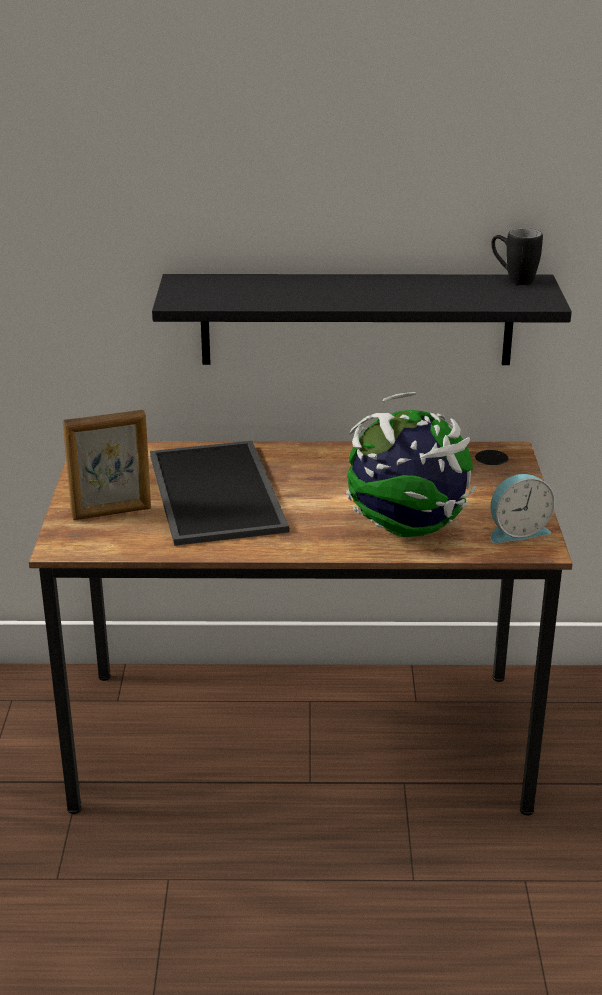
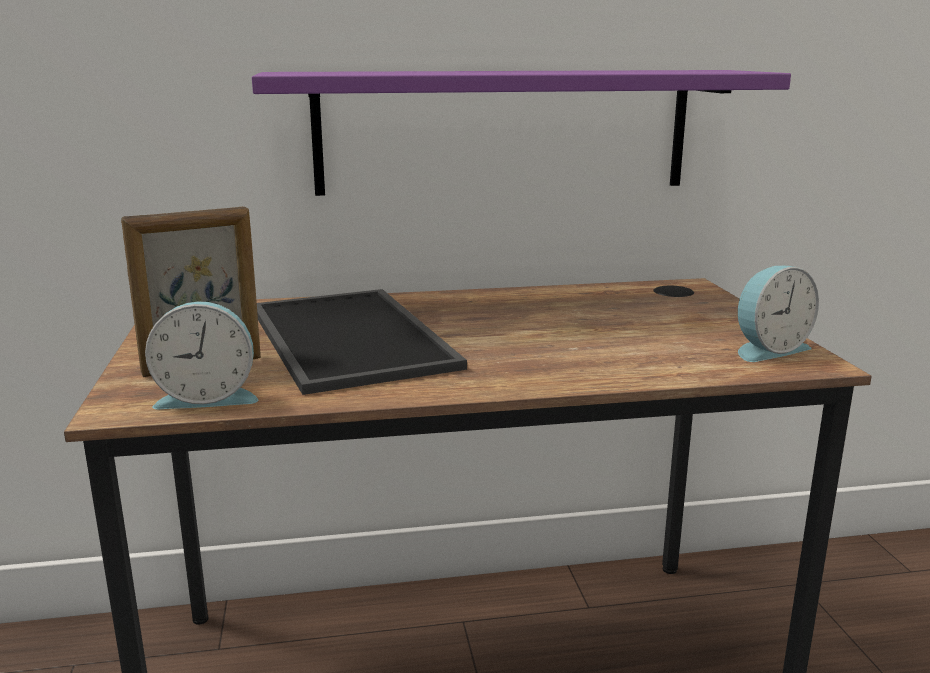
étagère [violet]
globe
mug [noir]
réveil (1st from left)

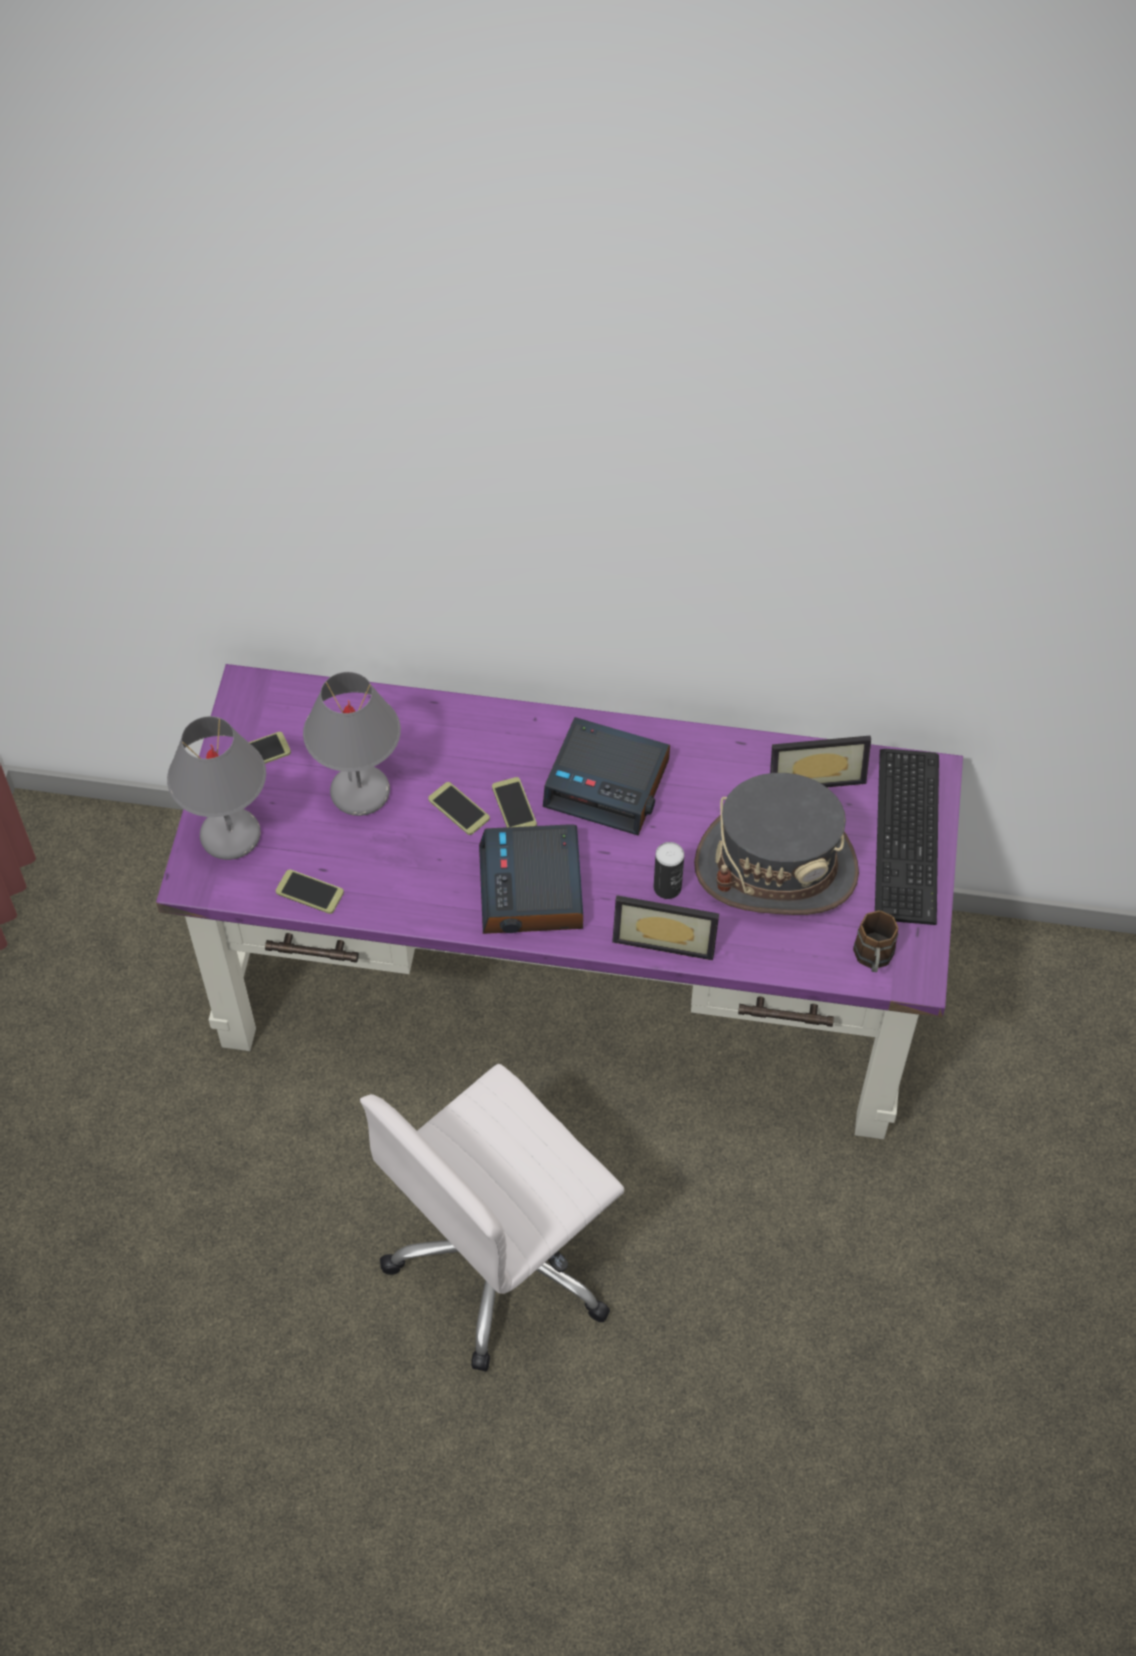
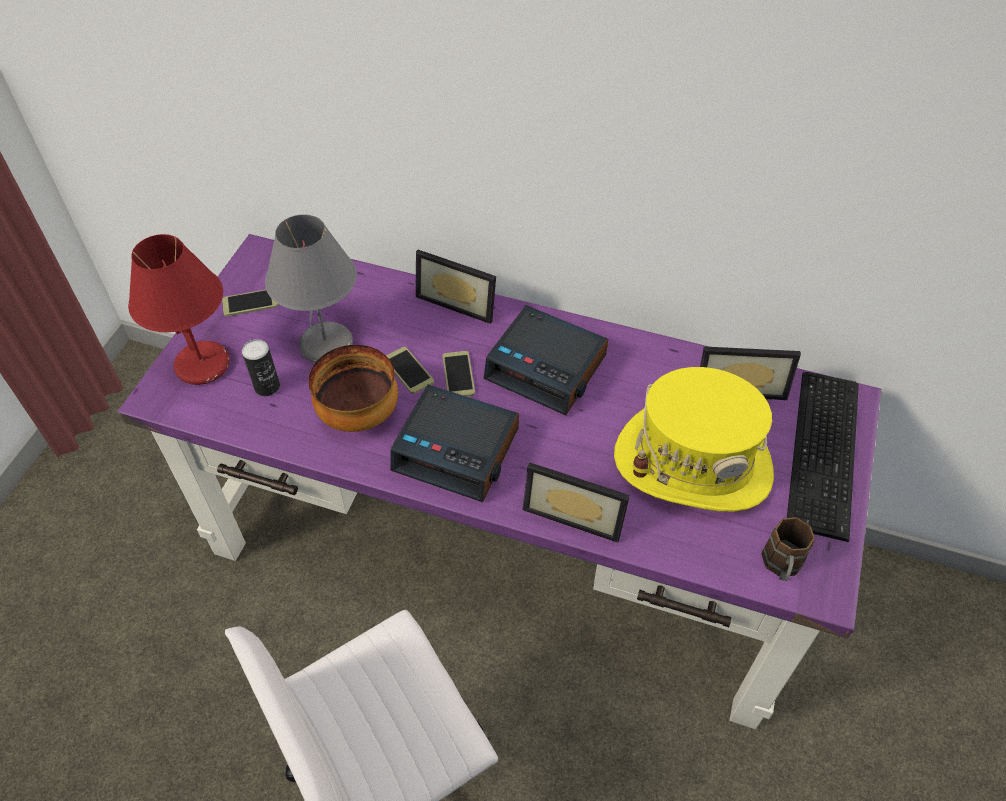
lampe de table [rouge]
téléphone (2nd from left in the first image)
réveil (1st from left)
boîte métallique
chapeau [jaune]
bol
cadre photo (1st from left)

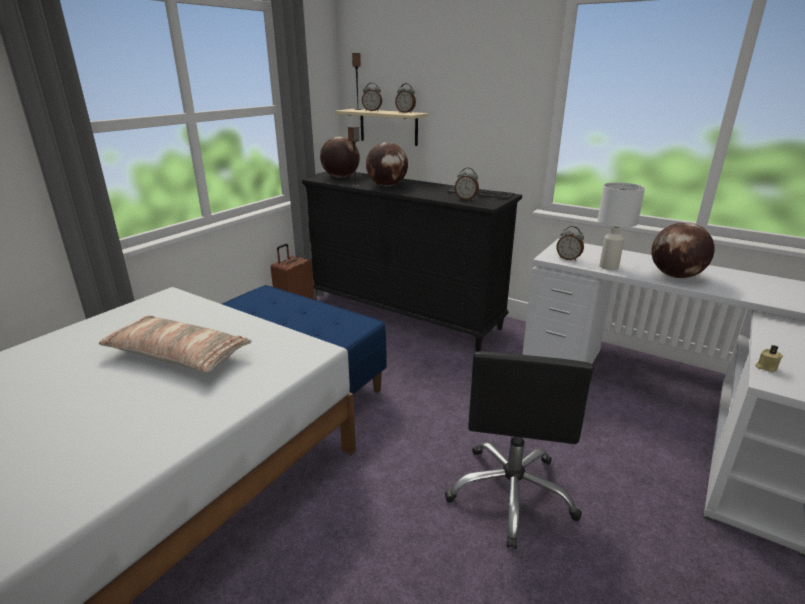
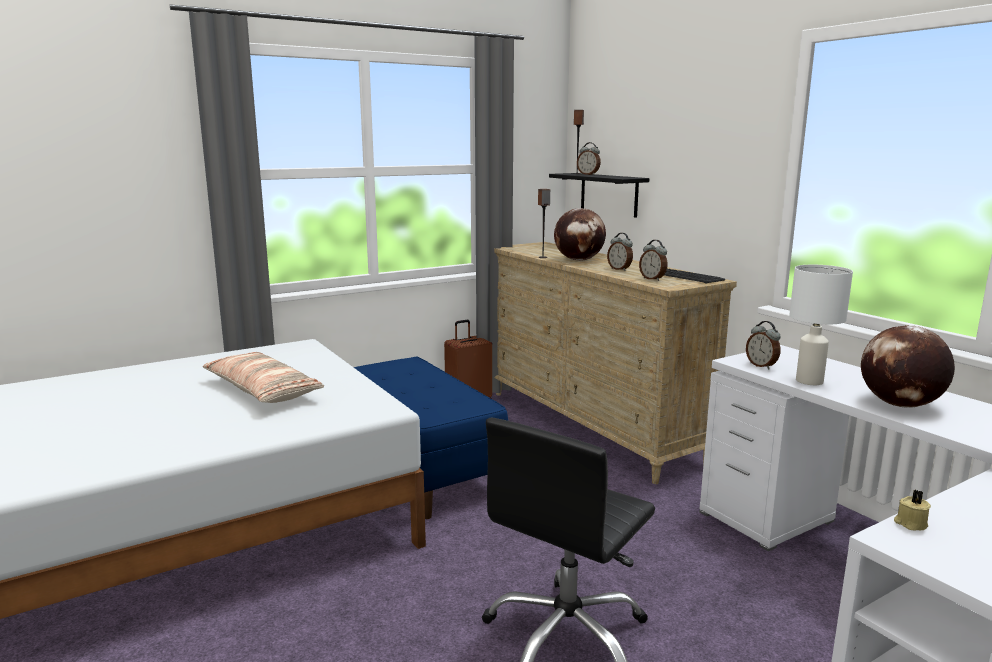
commode [beige]
globe (1st from left in the first image)
étagère [noir]
réveil (2nd from left)

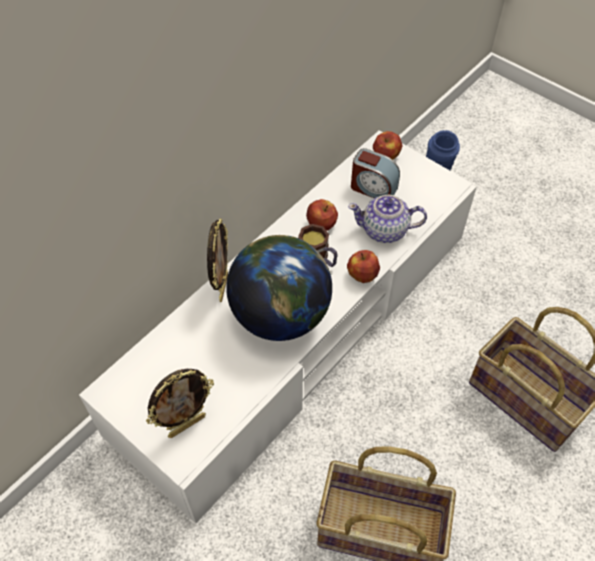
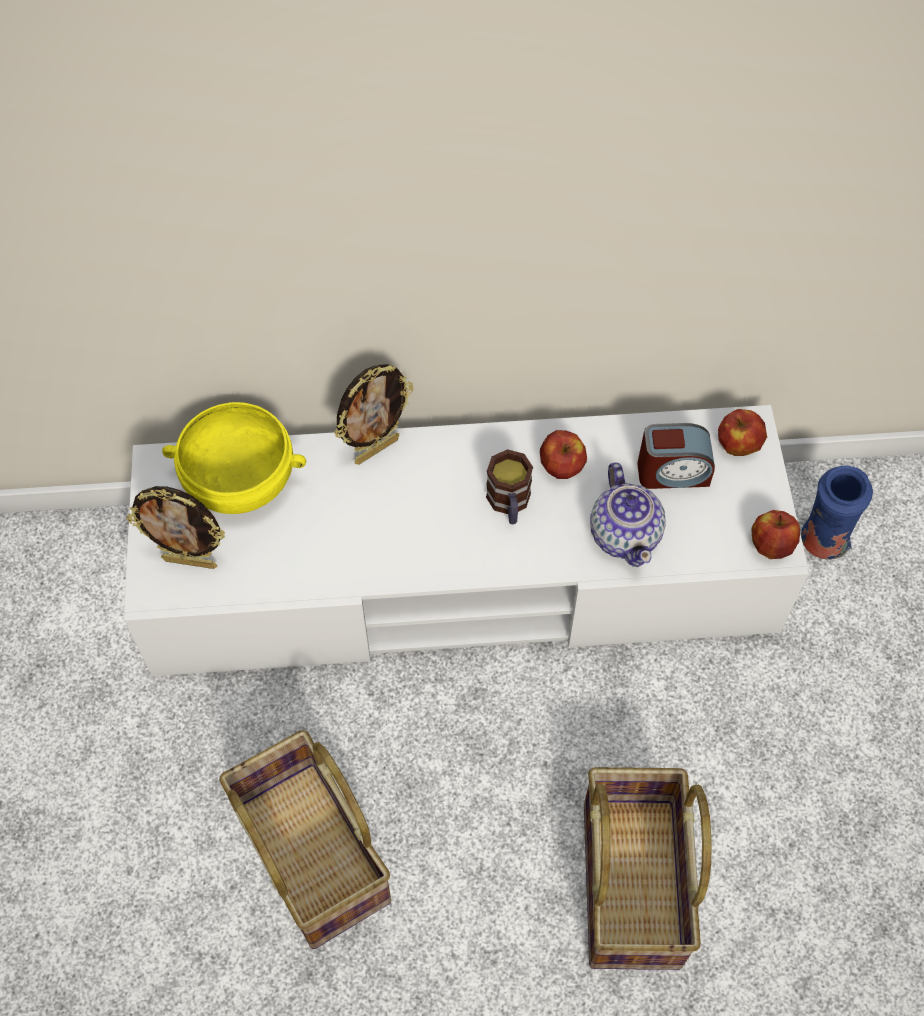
globe
pomme (3rd from left)
théière
réveil
bol [jaune]

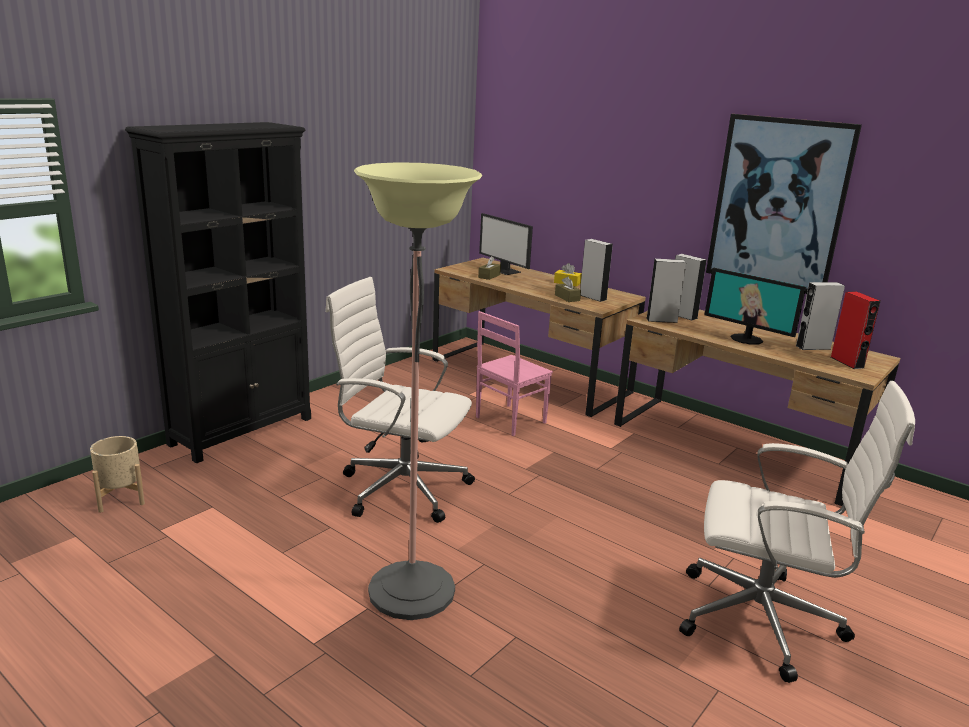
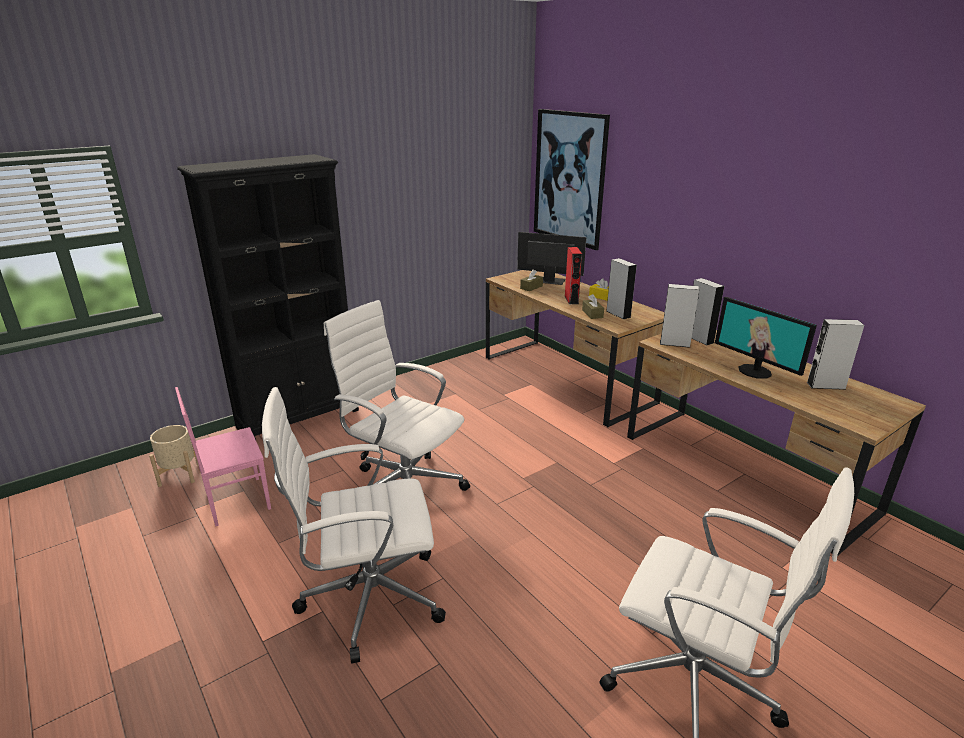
chaise de bureau [blanc] (1st from left)
chaise [rose]
écran d'ordinateur (1st from left)
tableau
enceinte [rouge]

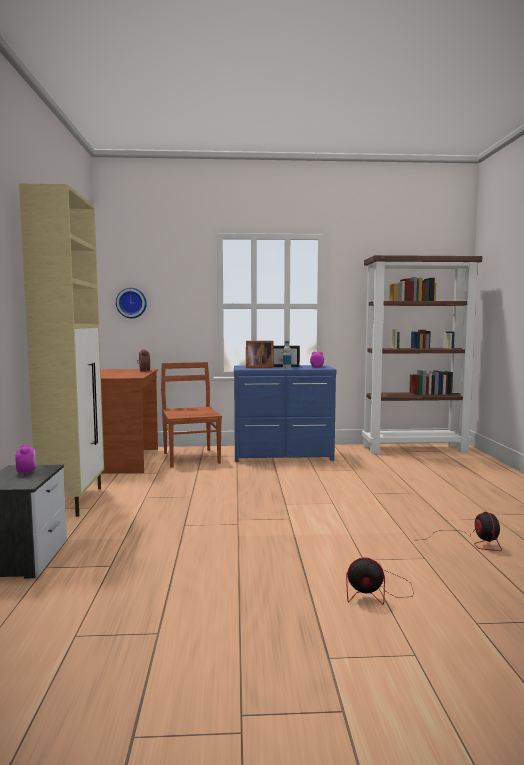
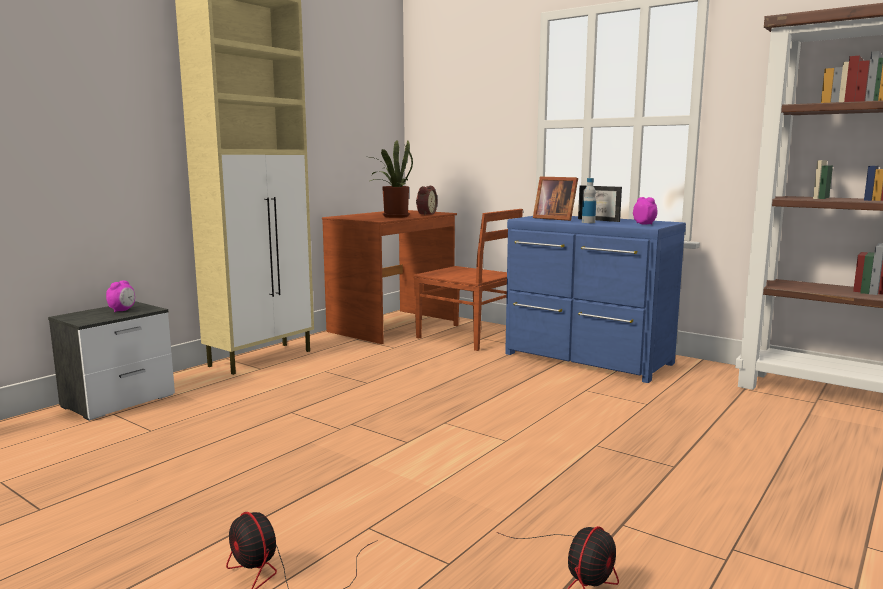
horloge murale
chaise [marron]
plante en pot

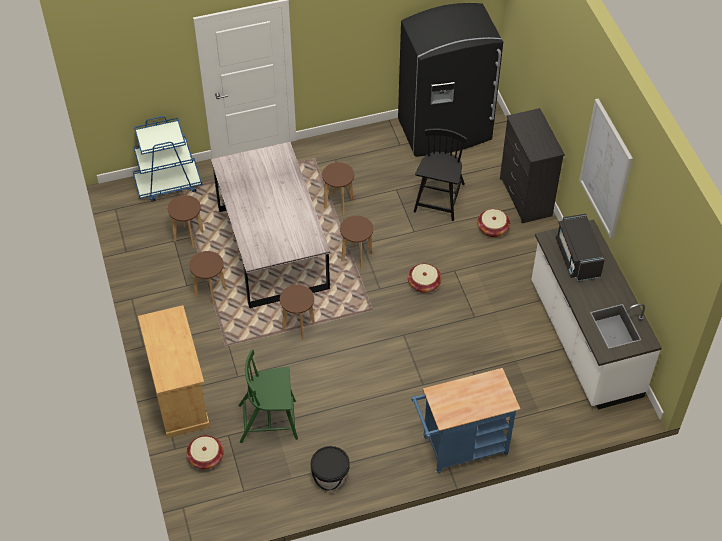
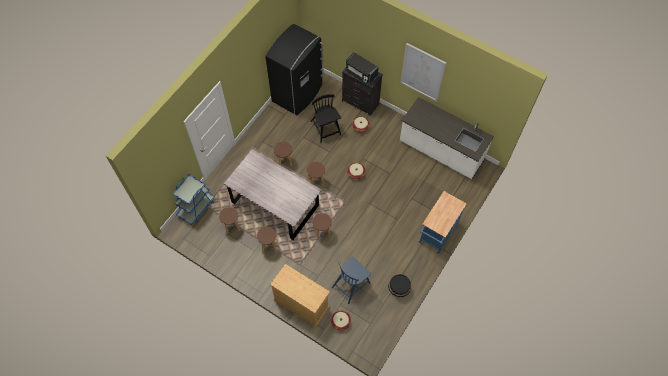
chaise [bleu]
micro-ondes [noir]

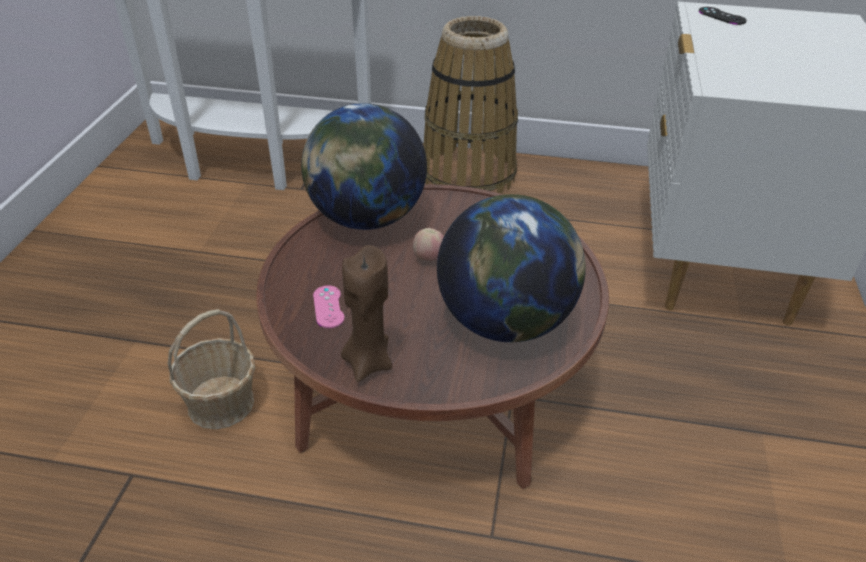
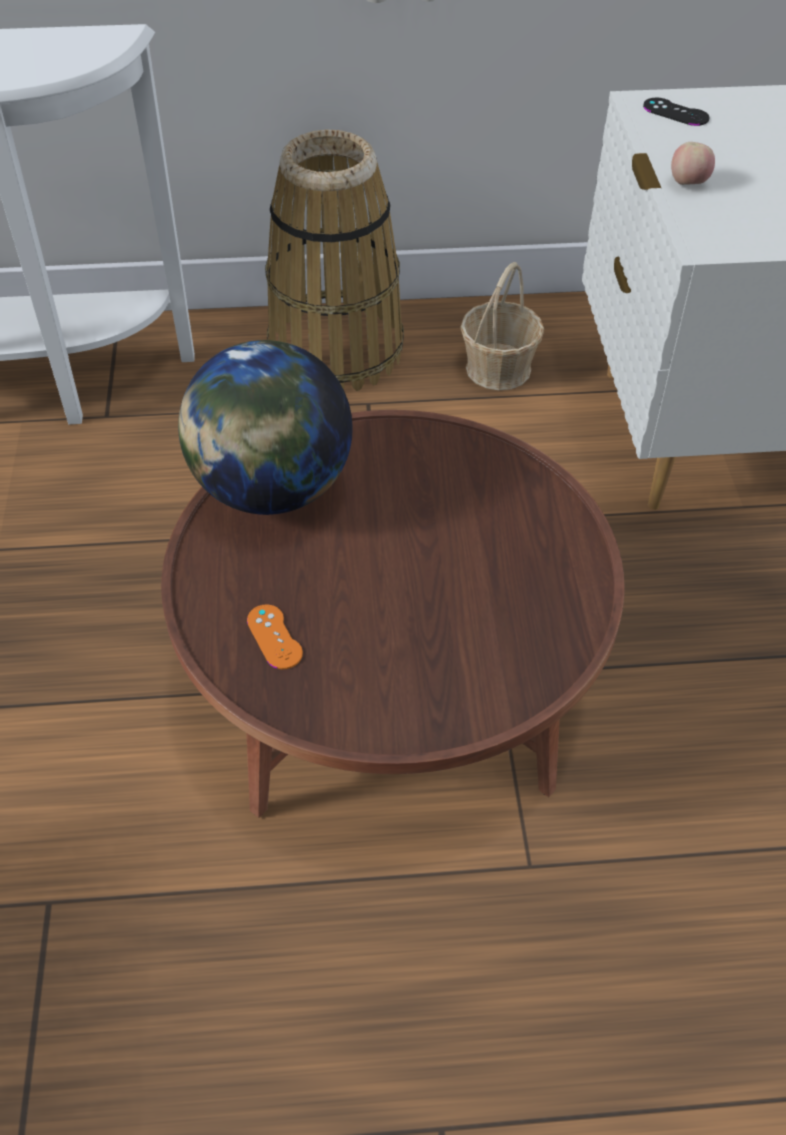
panier (2nd from left)
manette [orange]
bougie [marron]
pomme
globe (2nd from left in the first image)

